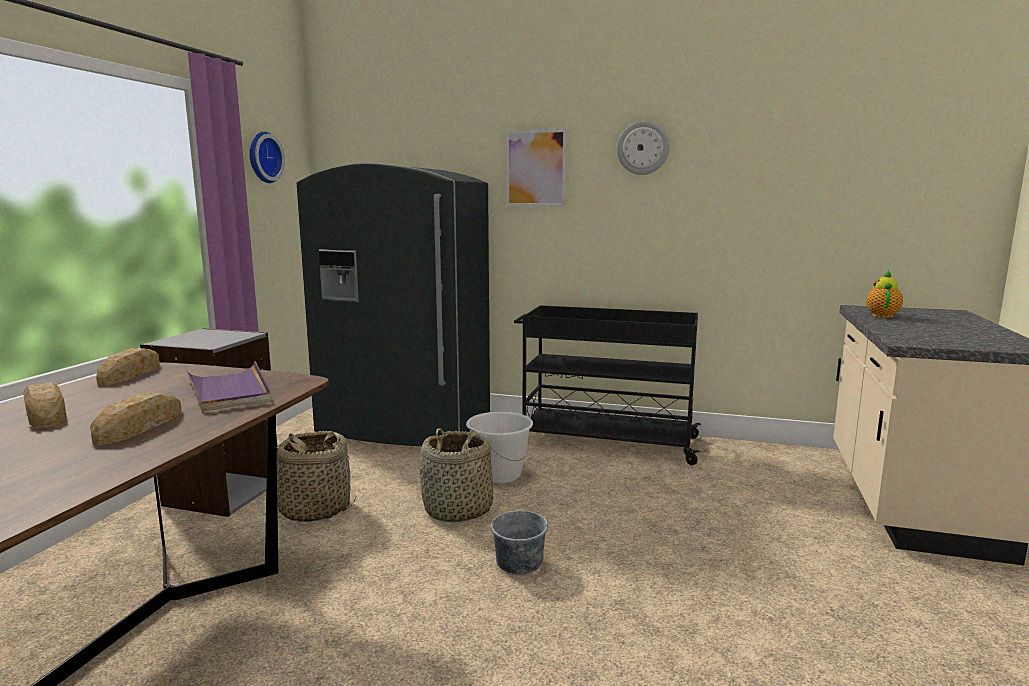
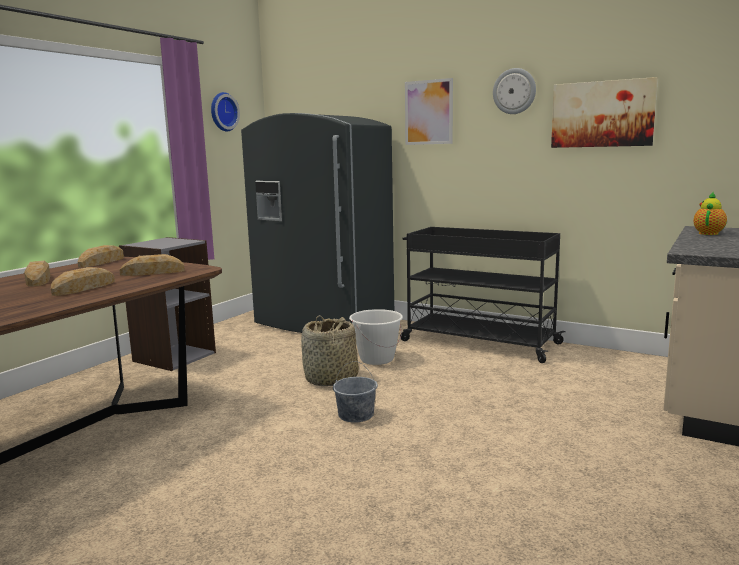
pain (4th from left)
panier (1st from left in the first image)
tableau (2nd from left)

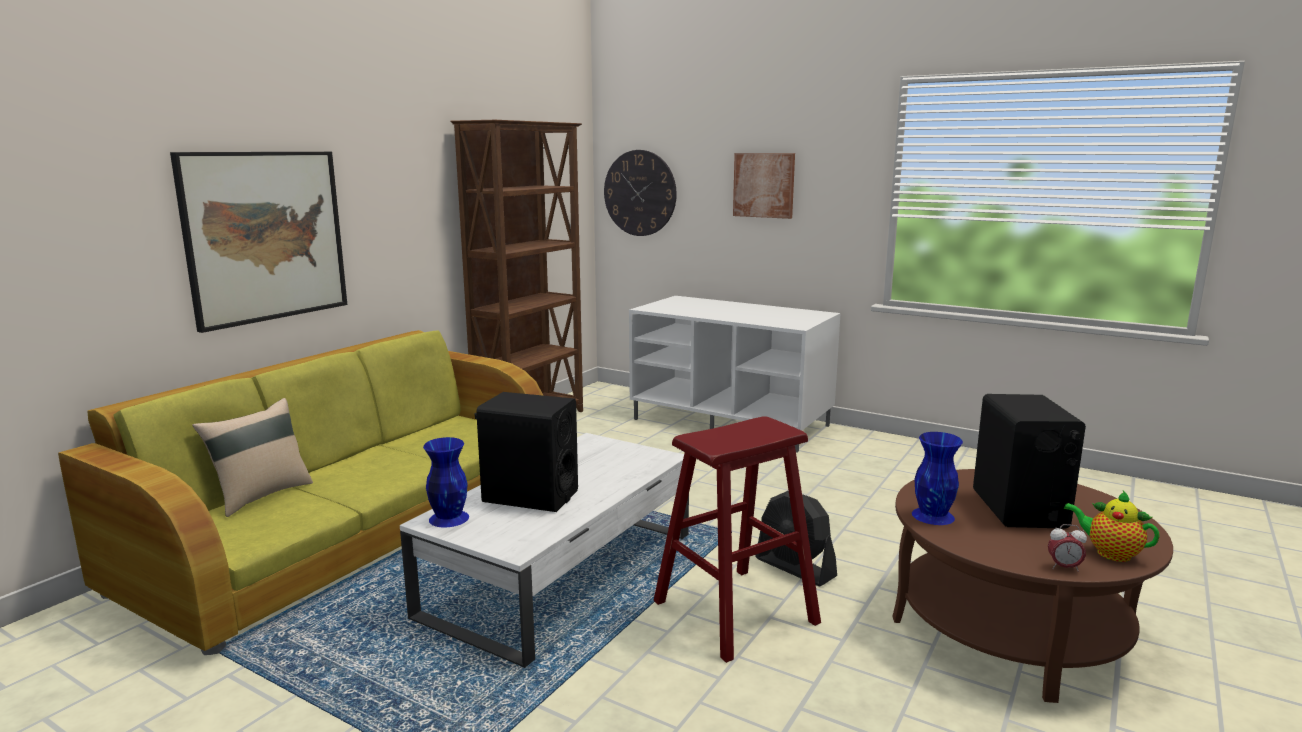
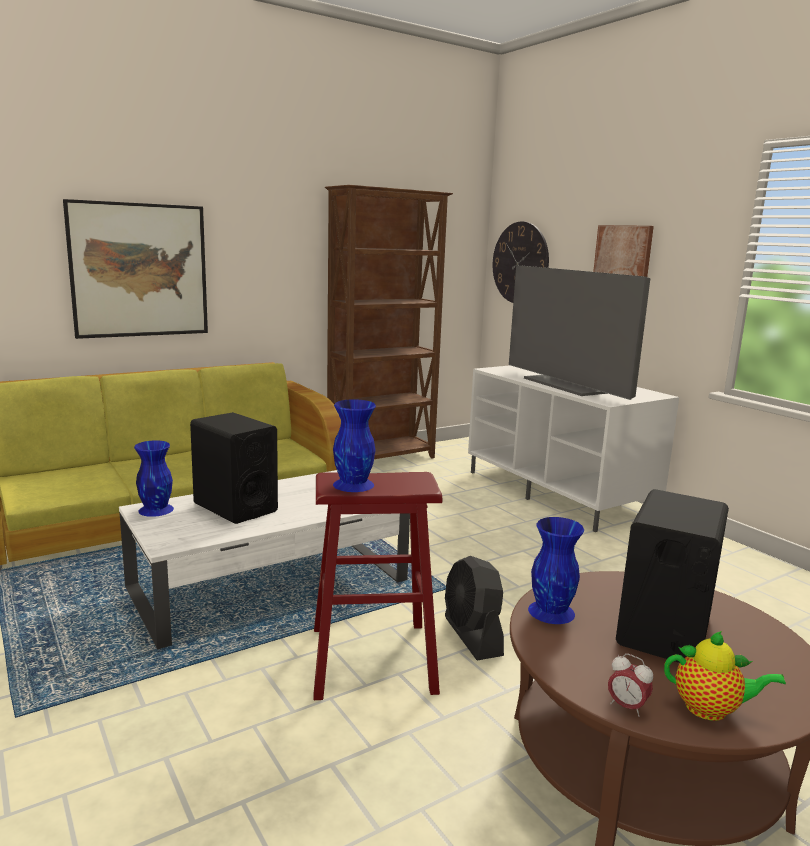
coussin [beige]
théière
vase [bleu] (2nd from left)
téléviseur

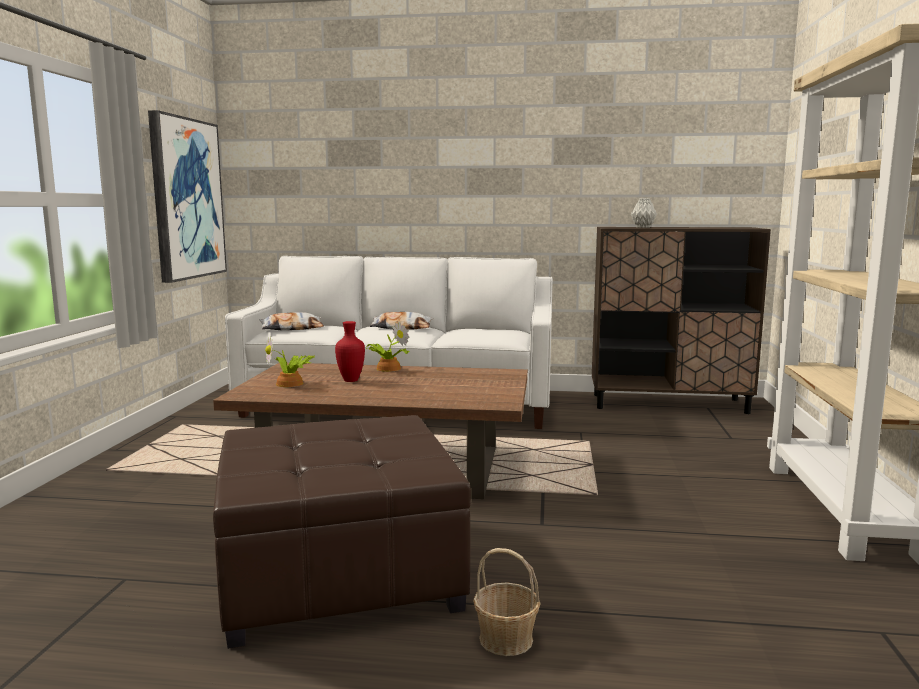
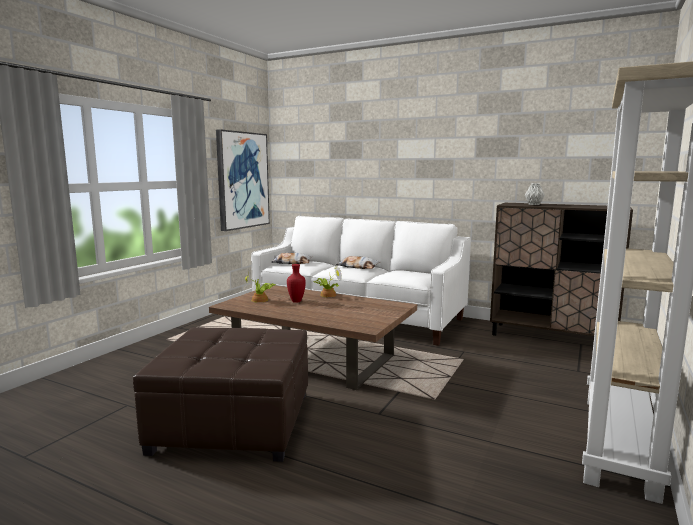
panier

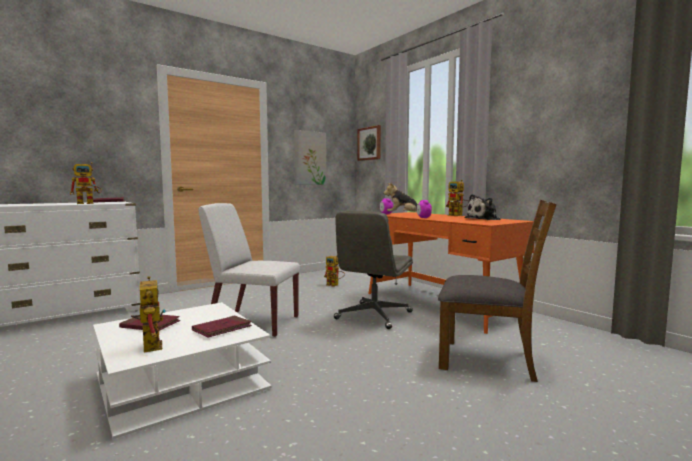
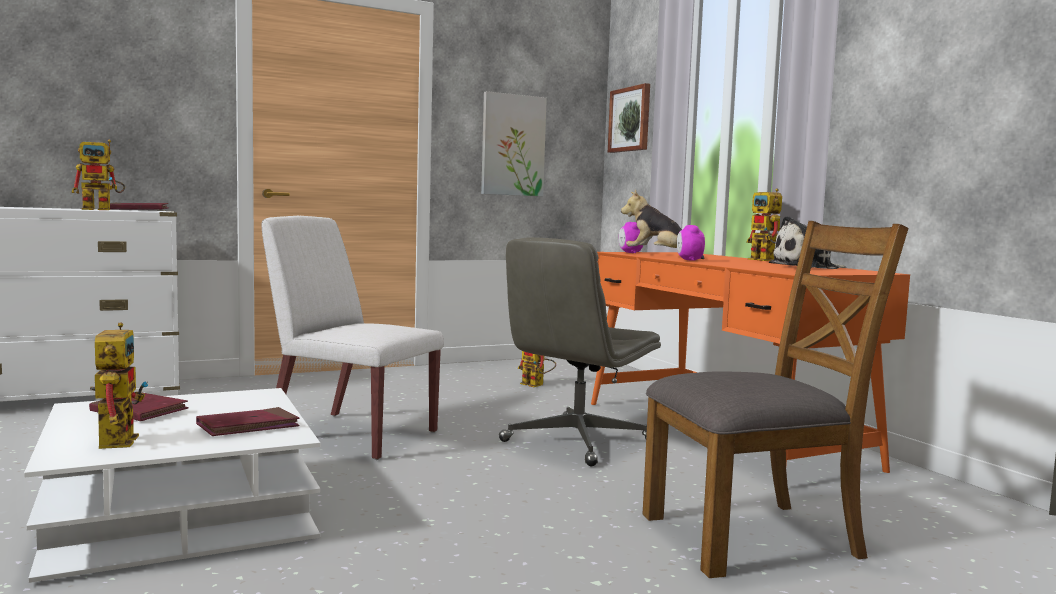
chaise [marron]

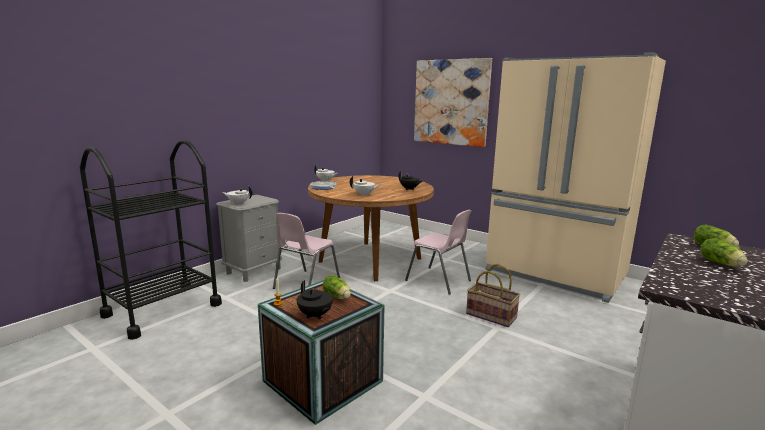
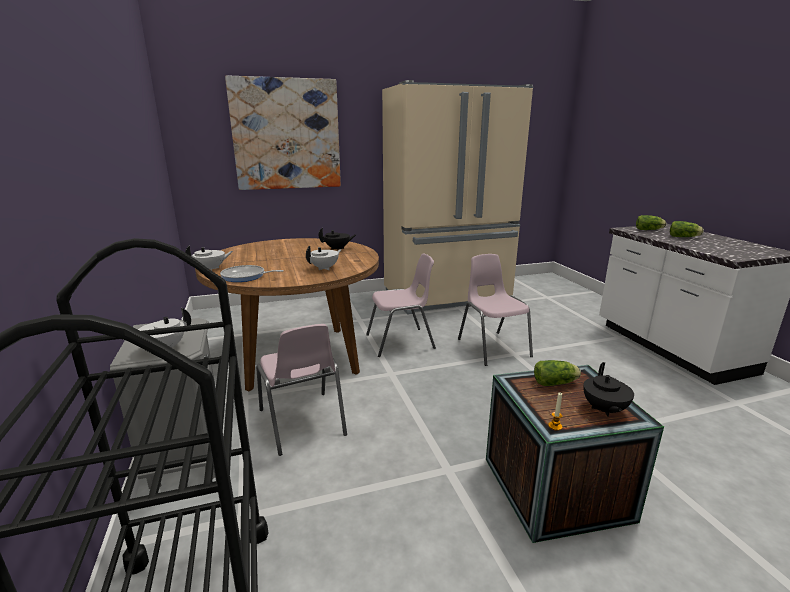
théière [noir] (2nd from left)
chaise [rose] (3rd from left)

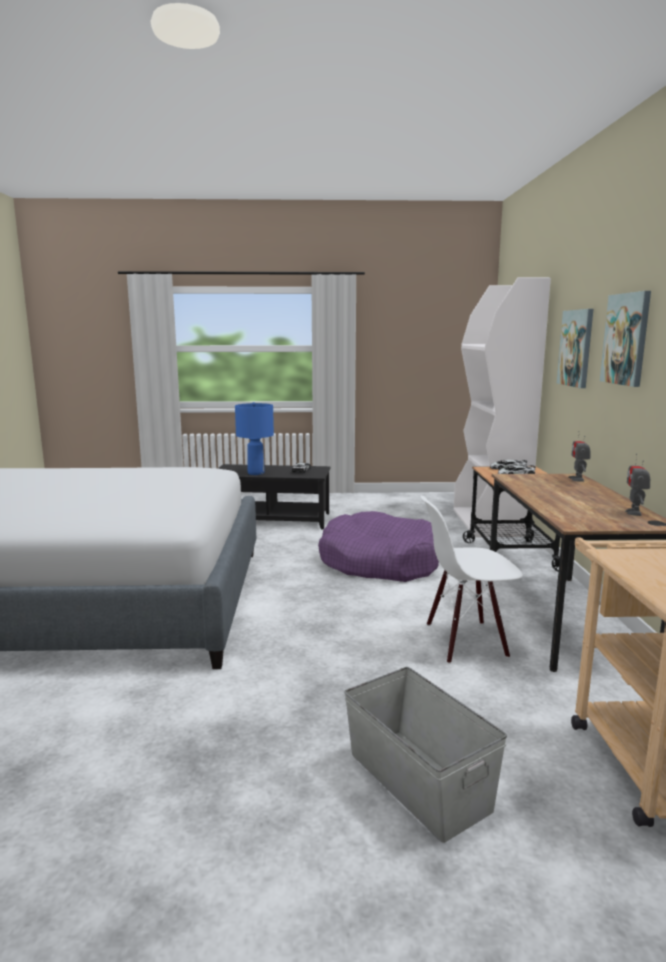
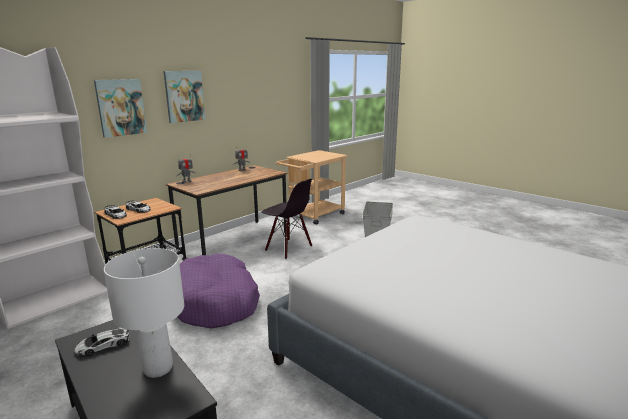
lampe de table [blanc]
chaise [noir]

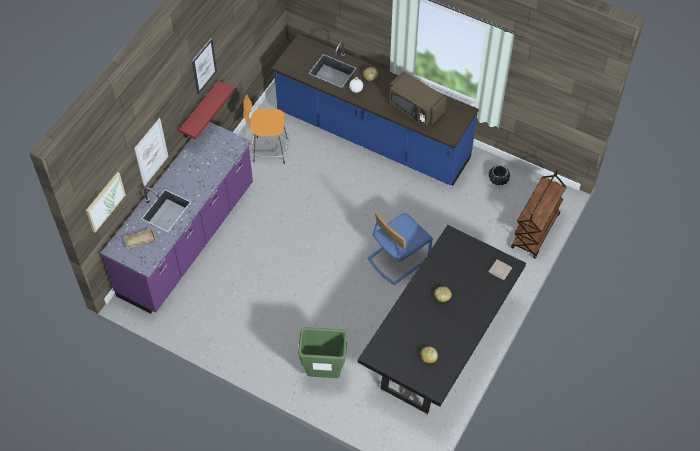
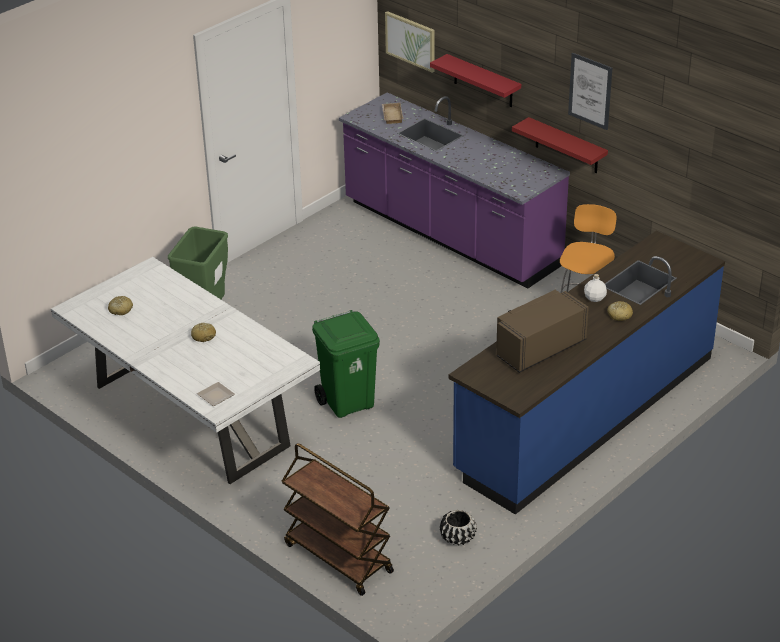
étagère [rouge] (1st from left)
table à manger [blanc]
poubelle [vert] (2nd from left)

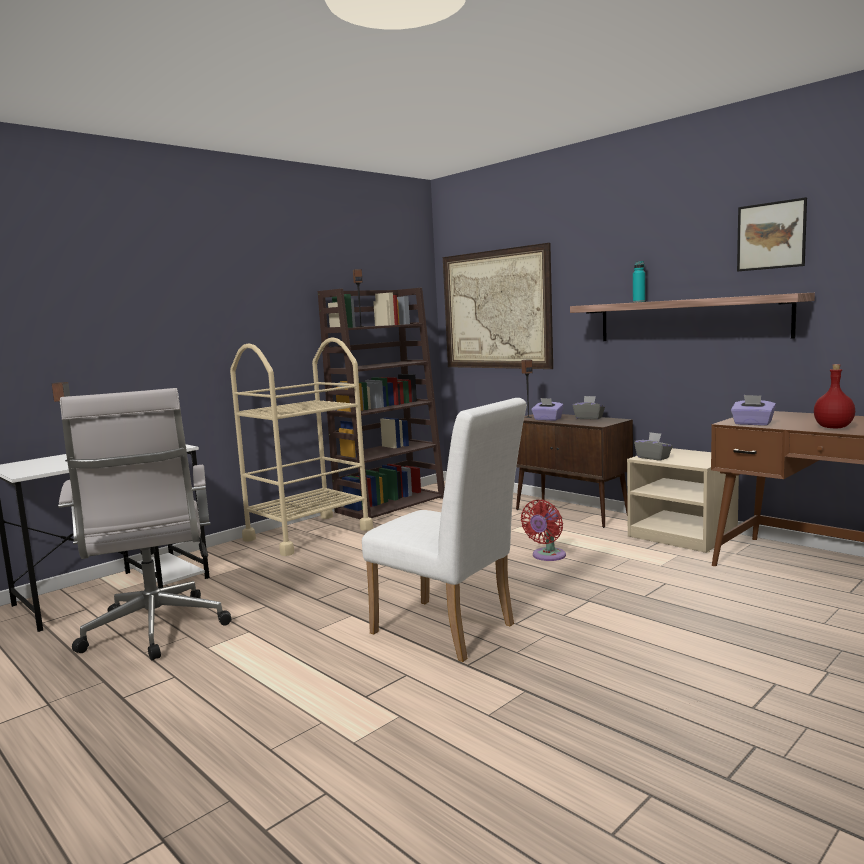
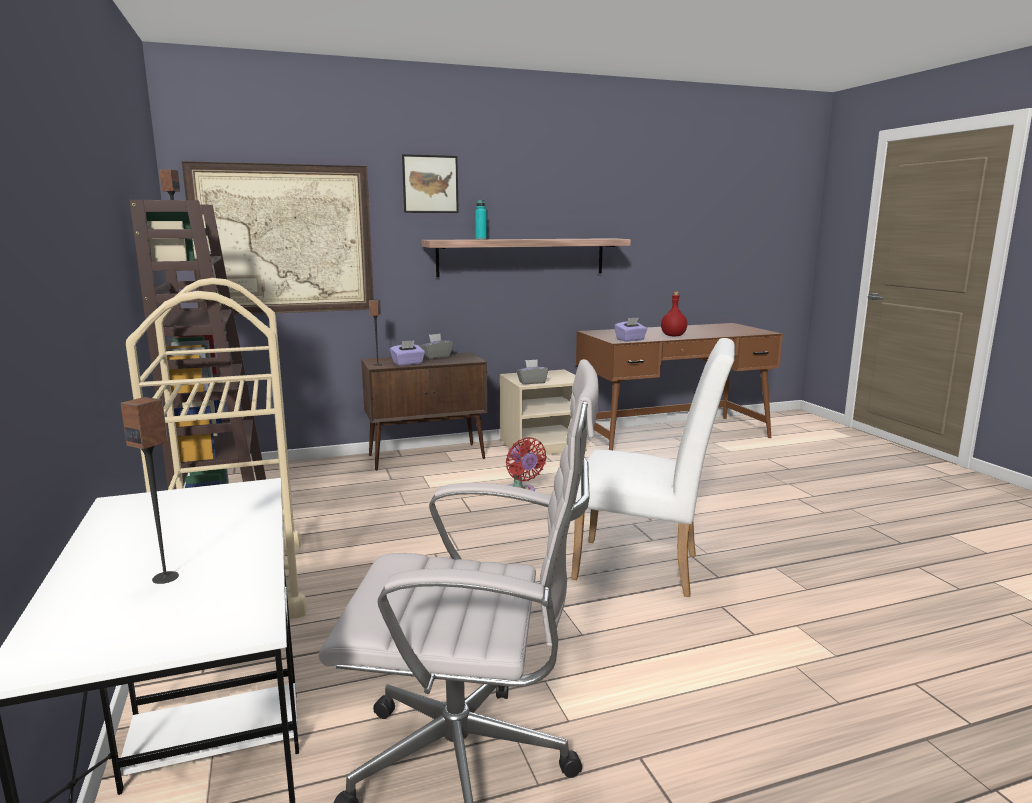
chaise [blanc]
tableau (2nd from left)

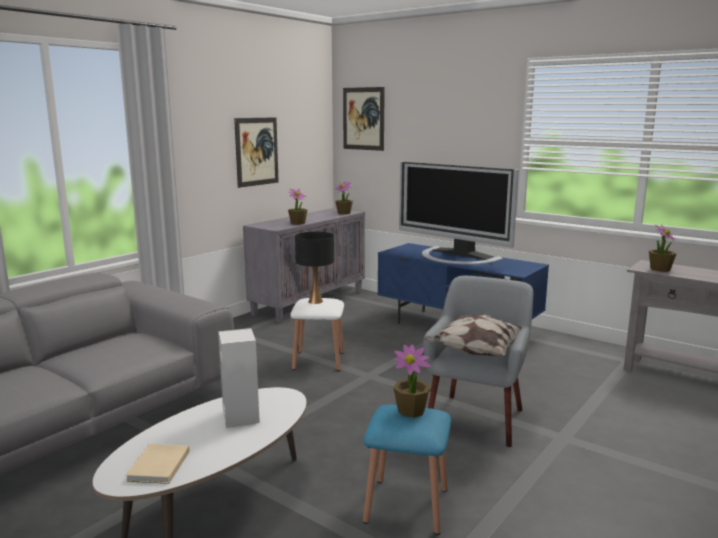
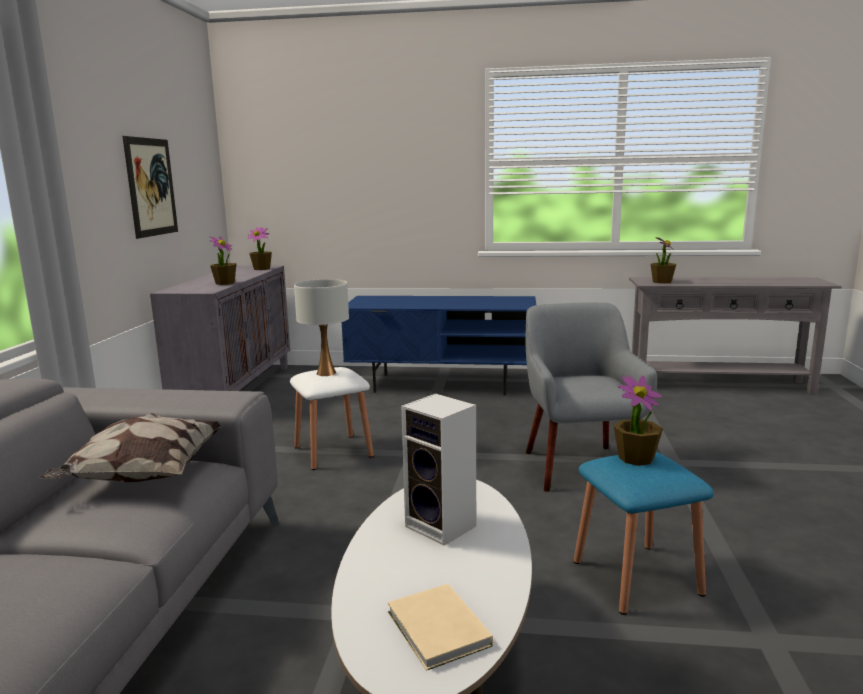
lampe de table [blanc]
tableau (2nd from left in the first image)
téléviseur
coussin

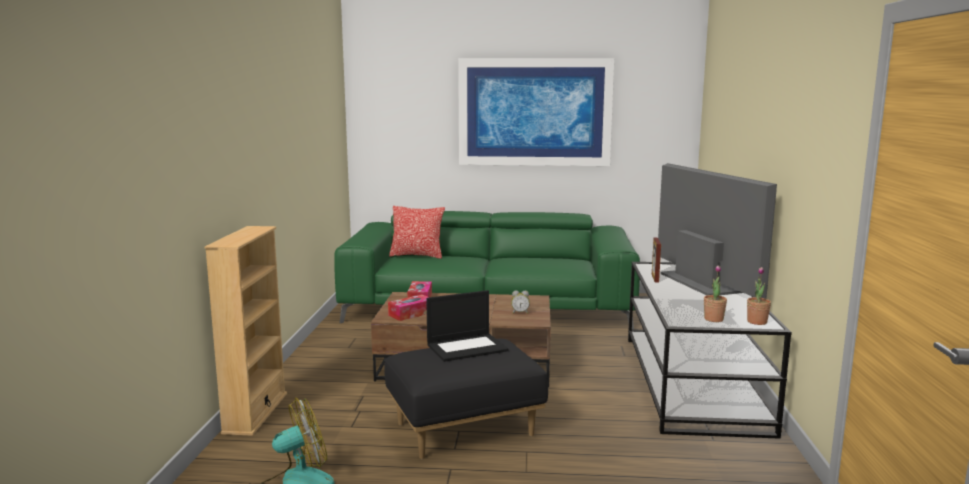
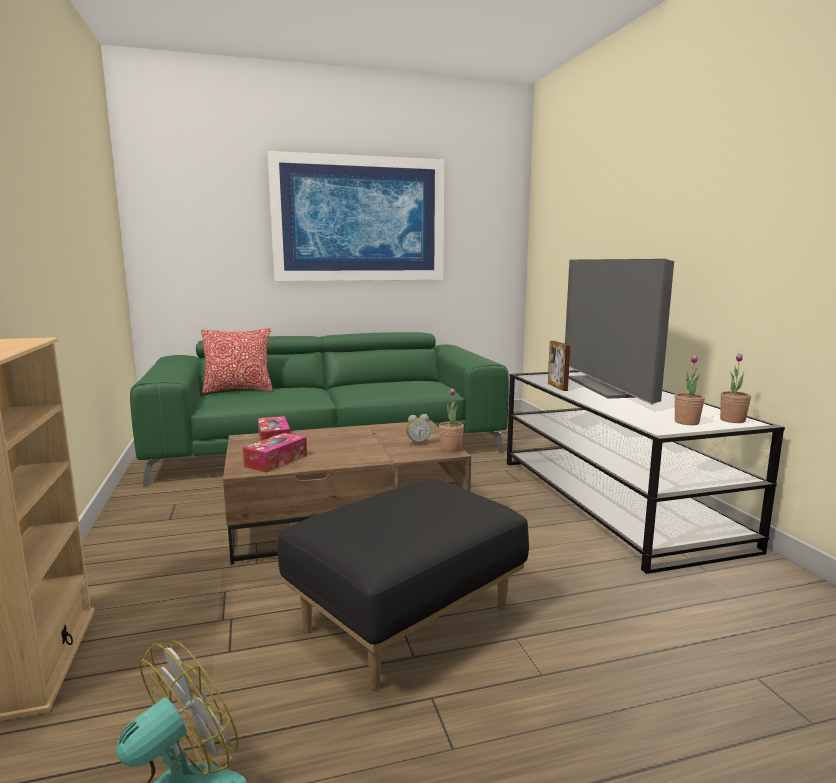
ordinateur portable
téléviseur
plante en pot (1st from left)

